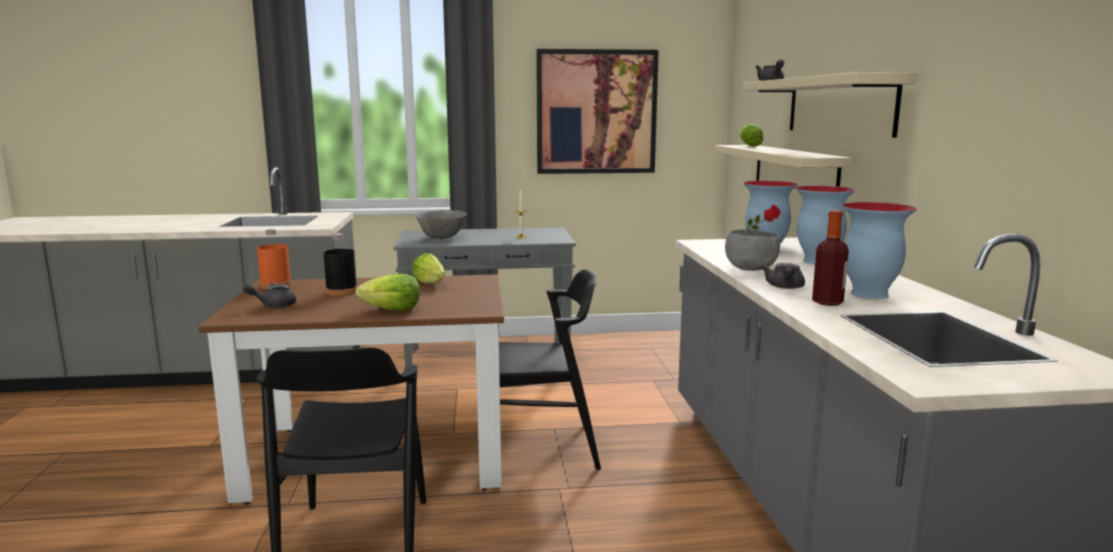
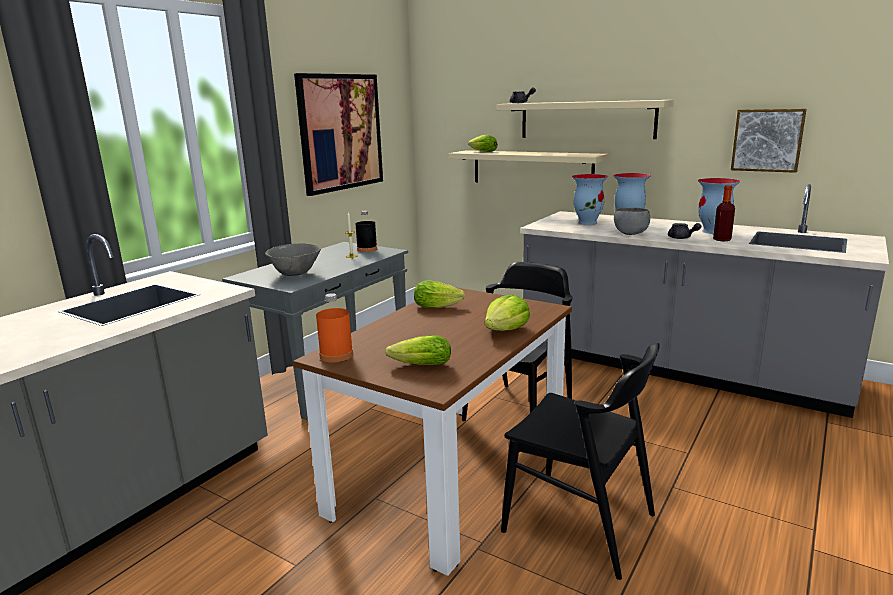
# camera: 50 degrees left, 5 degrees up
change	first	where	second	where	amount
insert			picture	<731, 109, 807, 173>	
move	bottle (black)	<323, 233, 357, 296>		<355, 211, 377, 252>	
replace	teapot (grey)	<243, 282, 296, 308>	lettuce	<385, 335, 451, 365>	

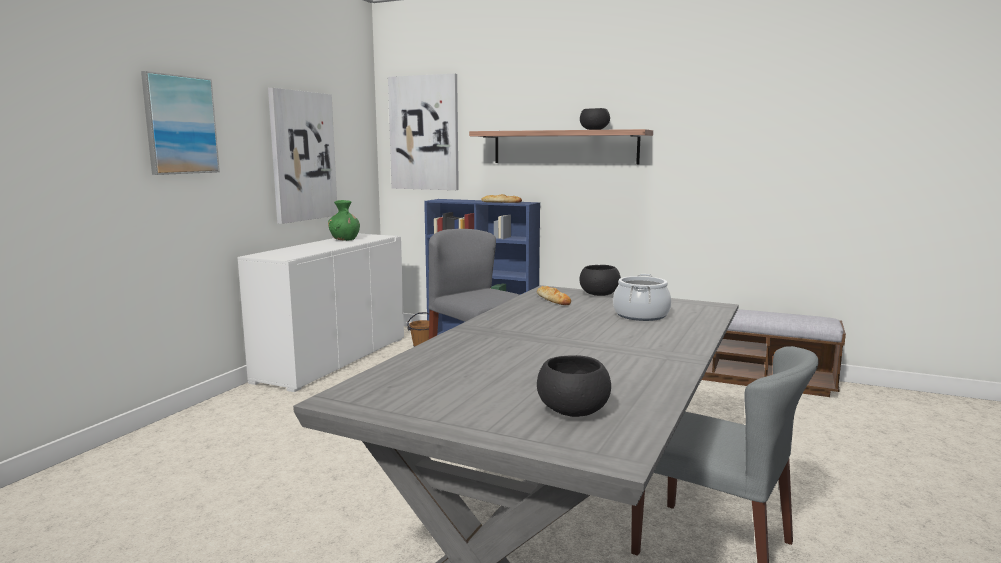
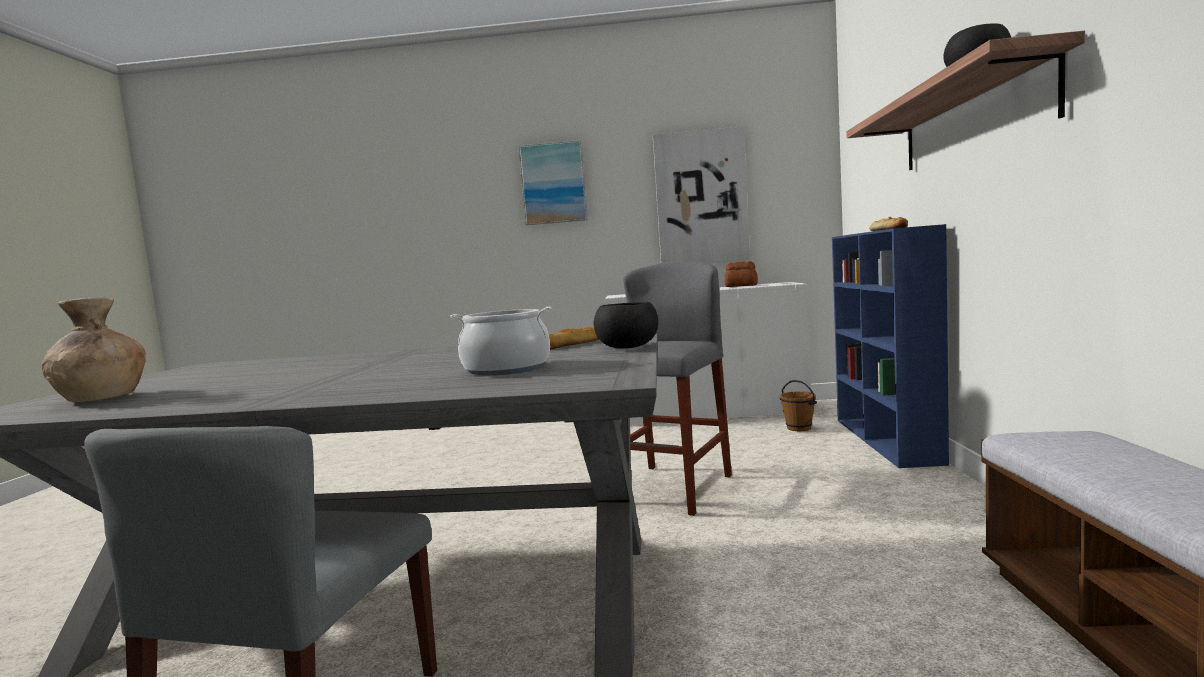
# camera: 70 degrees right, 5 degrees down
change	first	where	second	where	amount
delete	picture	<388, 73, 459, 190>			
replace	vase (green)	<328, 200, 360, 241>	bread	<725, 261, 758, 287>	
replace	bowl (black)	<537, 355, 611, 417>	vase (brown)	<41, 298, 146, 402>	

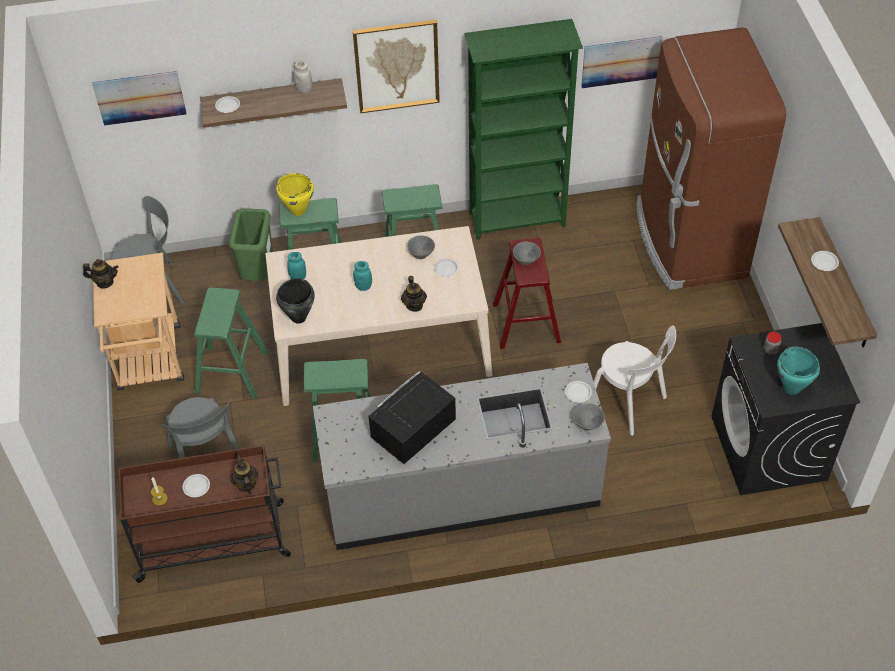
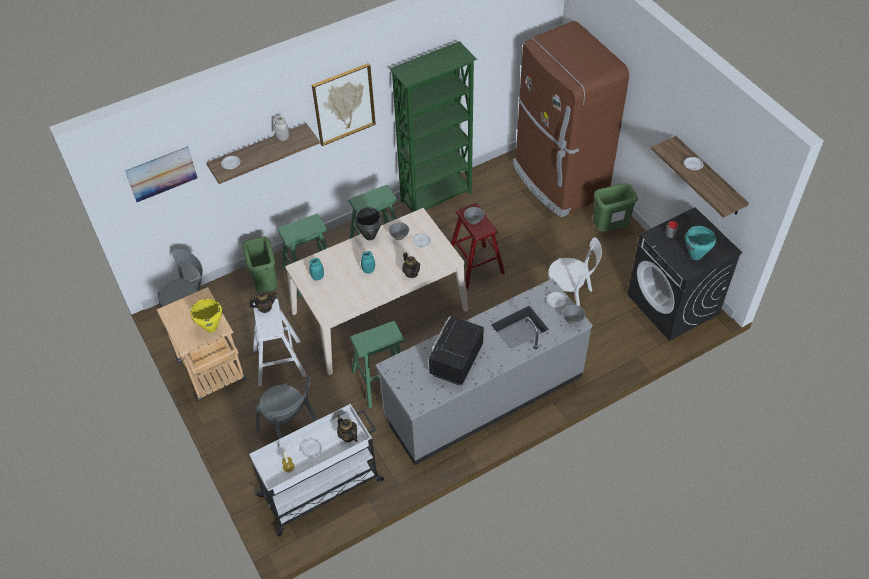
# camera: 20 degrees left, 0 degrees up
change	first	where	second	where	amount
delete	picture	<582, 36, 663, 88>			
insert			trash can (green)	<593, 183, 638, 232>	
move	teapot	<83, 259, 118, 289>		<249, 291, 277, 313>	
move	cooking pot (yellow)	<276, 173, 314, 216>		<190, 299, 222, 333>	
move	cooking pot (black)	<276, 278, 315, 324>		<355, 207, 382, 240>	
recolor	cart (brown)	<118, 445, 291, 583>	cart (white)	<249, 404, 384, 536>	
recolor	stool (green)	<194, 288, 268, 399>	stool (white)	<253, 299, 307, 386>	

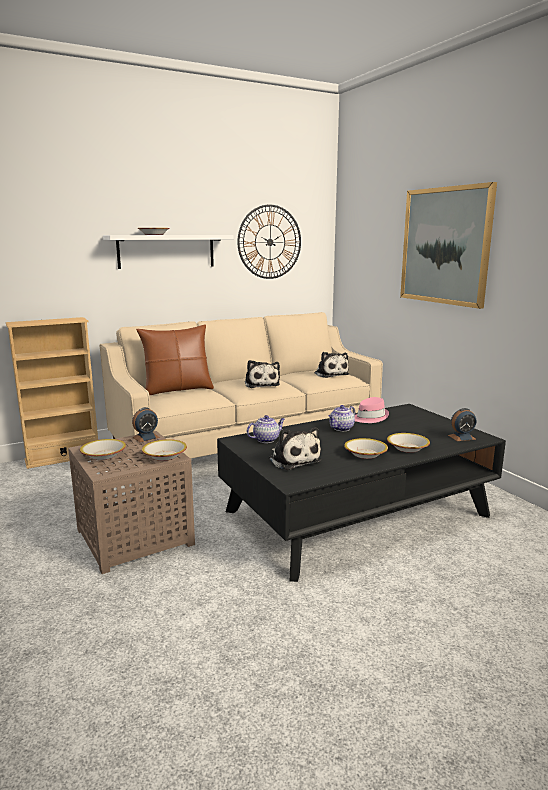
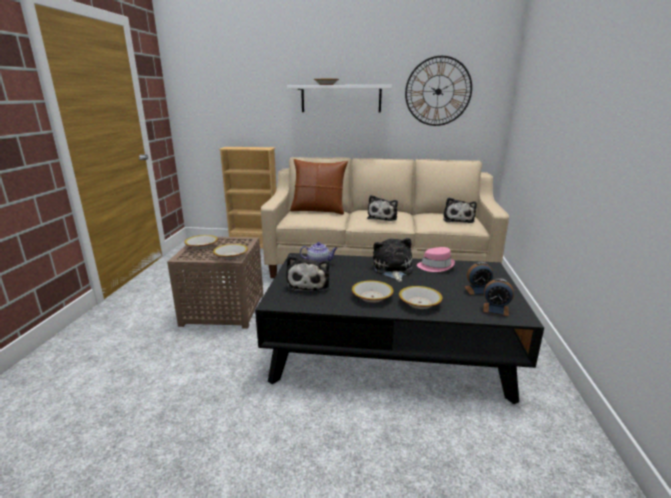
# camera: 35 degrees right, 5 degrees up
change	first	where	second	where	amount
delete	picture	<400, 182, 497, 309>			
move	alarm clock	<132, 407, 160, 442>		<464, 262, 493, 295>	
replace	teapot	<328, 405, 355, 431>	plush toy	<373, 238, 412, 282>	

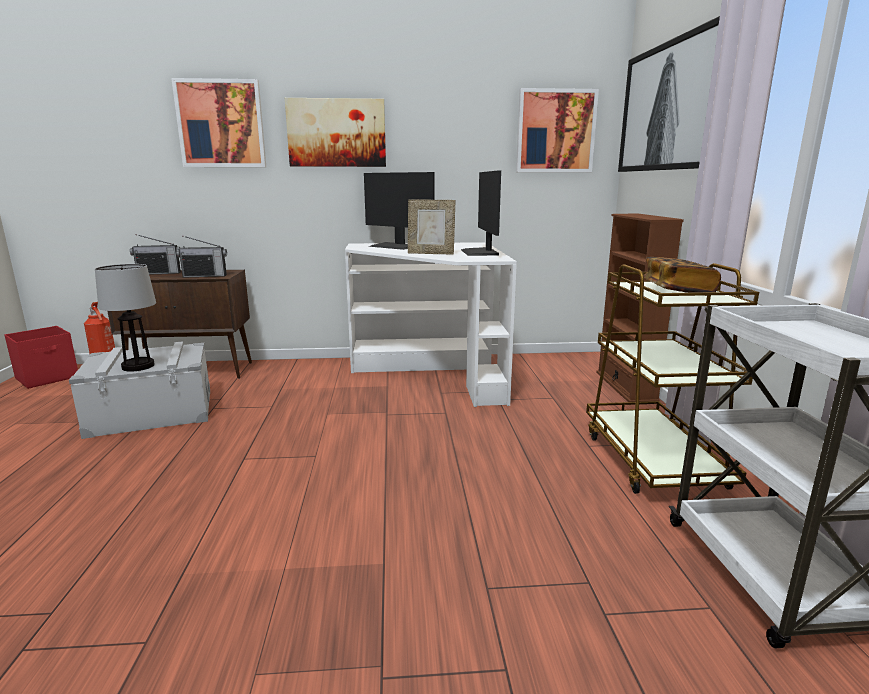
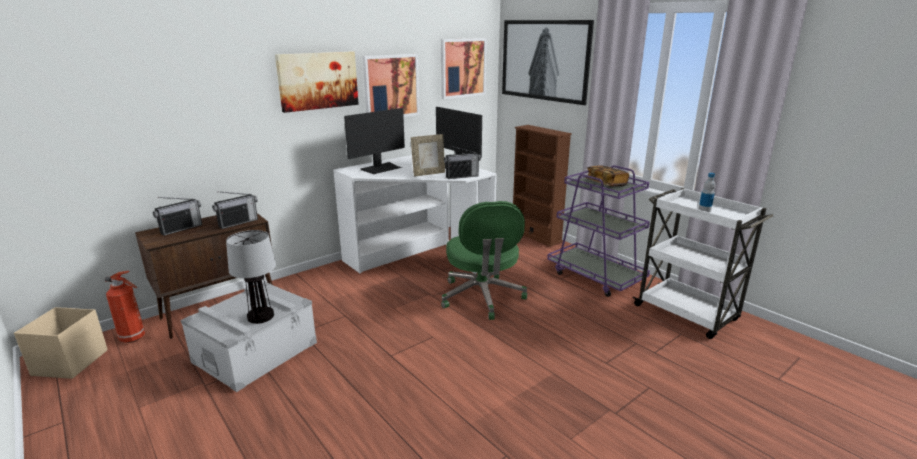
# camera: 35 degrees left, 5 degrees up
change	first	where	second	where	amount
insert			office chair (green)	<441, 201, 527, 320>	
insert			radio	<444, 146, 481, 179>	
insert			bottle	<698, 173, 715, 212>	
move	picture	<171, 78, 266, 167>		<363, 54, 420, 117>	
recolor	storage box (red)	<4, 326, 78, 389>	storage box (beige)	<14, 307, 108, 379>	
recolor	cart (brown)	<586, 263, 759, 494>	cart (purple)	<547, 165, 650, 297>	
rotate	monitor	<364, 172, 435, 250>		<344, 108, 405, 174>	45 degrees counterclockwise

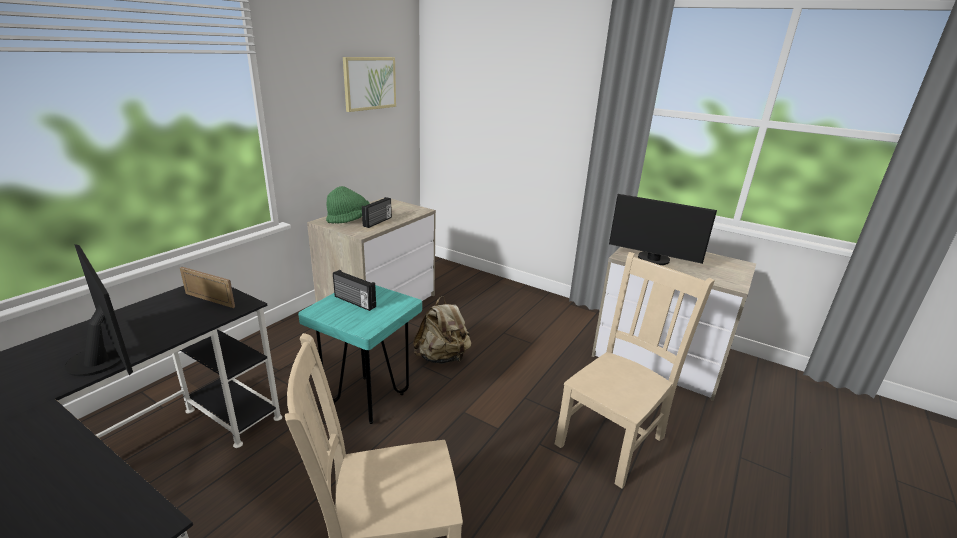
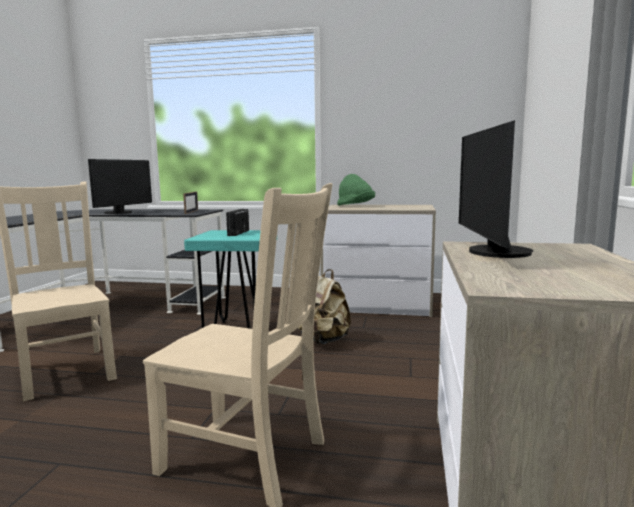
# camera: 70 degrees right, 15 degrees down
change	first	where	second	where	amount
delete	picture	<343, 57, 396, 112>			
delete	radio	<362, 197, 392, 228>			

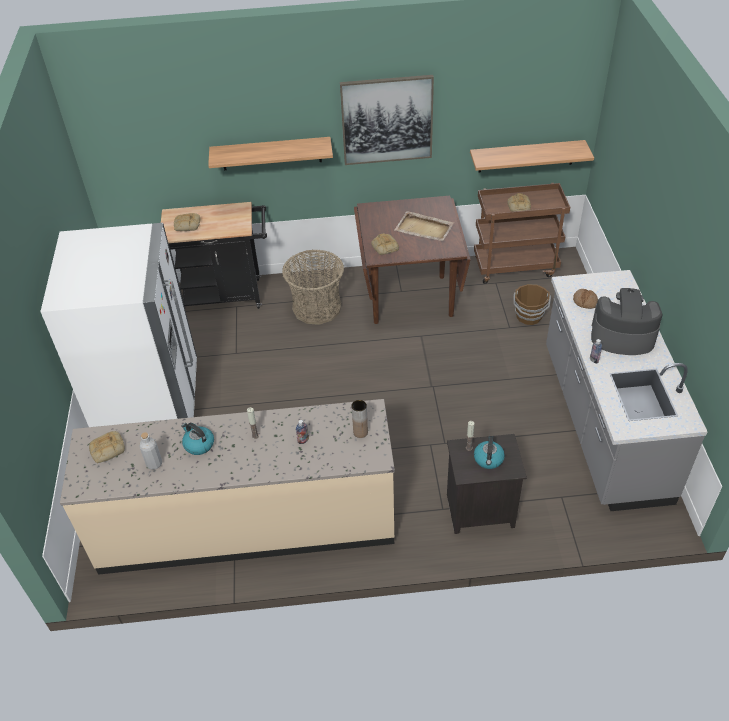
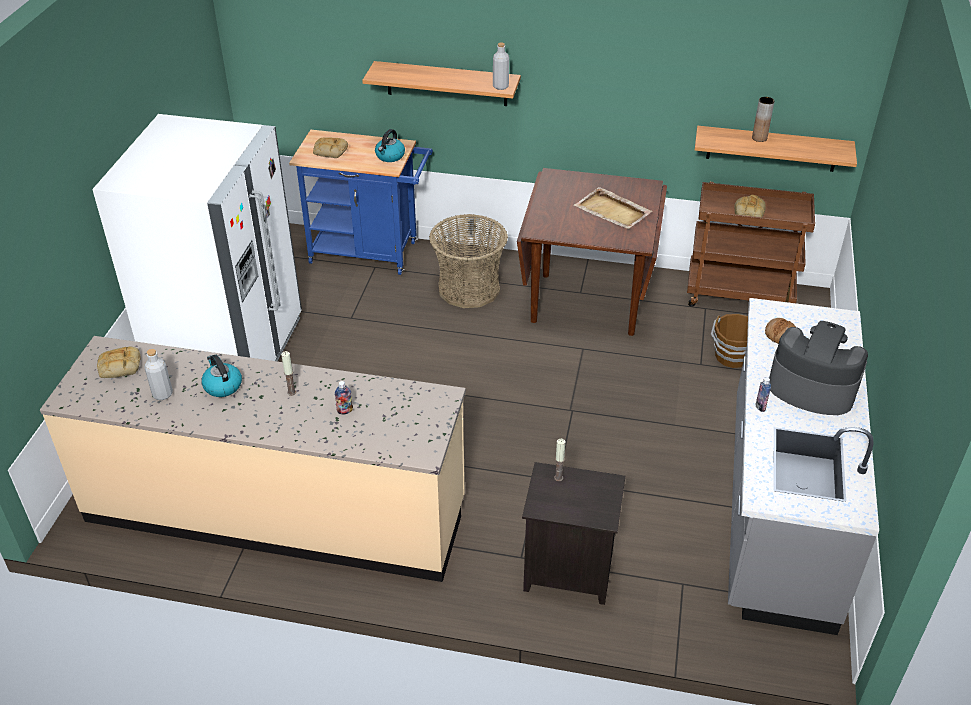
# camera: 15 degrees right, 5 degrees down
change	first	where	second	where	amount
delete	picture	<340, 75, 434, 165>			
delete	bread	<371, 233, 399, 255>			
insert			bottle (grey)	<493, 42, 509, 90>	
move	vase (brown)	<351, 400, 368, 438>		<752, 97, 775, 142>	
move	kettle	<474, 436, 505, 469>		<375, 129, 405, 162>	
recolor	cart (black)	<161, 202, 267, 309>	cart (blue)	<289, 130, 433, 275>	

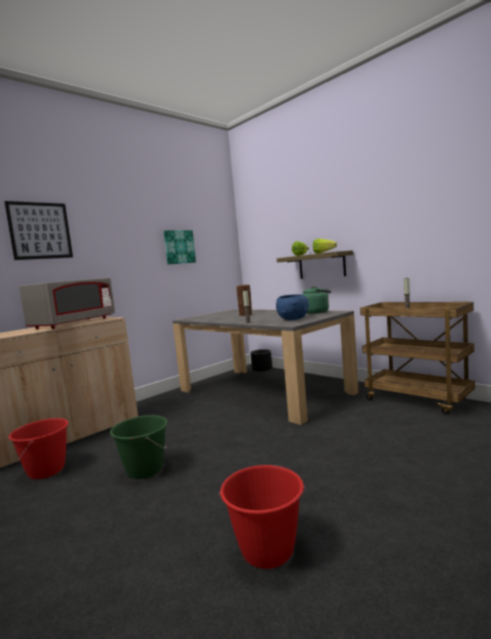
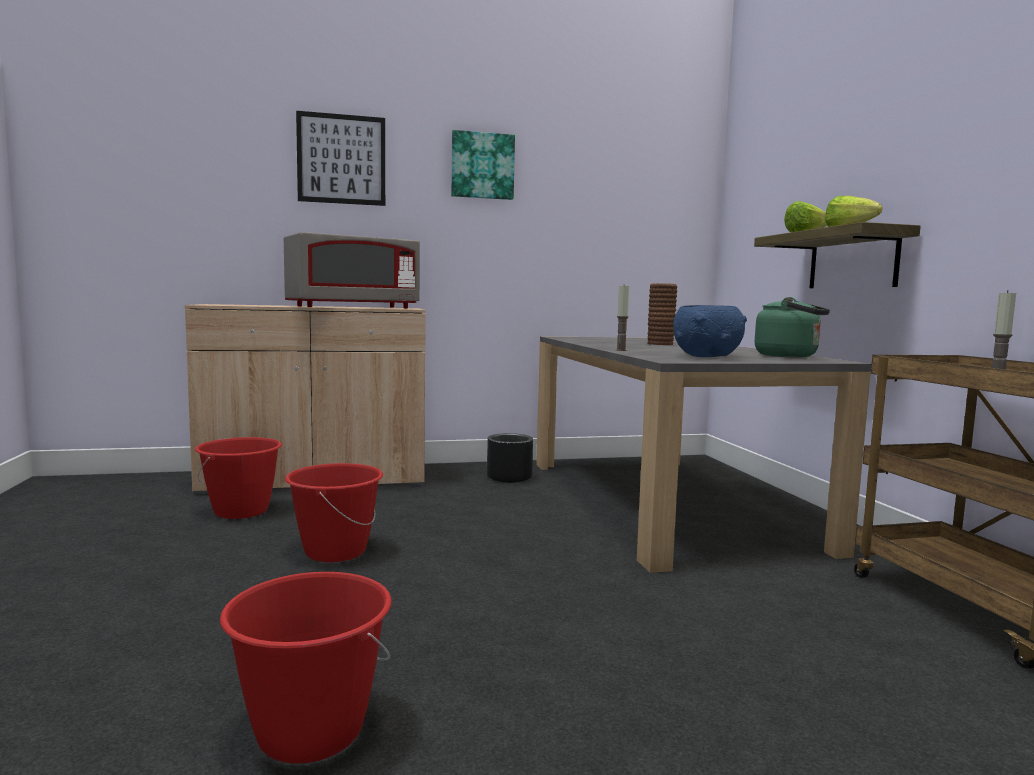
# camera: 30 degrees right, 0 degrees up
change	first	where	second	where	amount
move	picture	<164, 230, 196, 264>		<451, 130, 515, 200>	
move	planter (black)	<250, 349, 272, 372>		<487, 433, 533, 483>	
recolor	bucket (green)	<110, 415, 168, 479>	bucket (red)	<285, 463, 383, 562>	

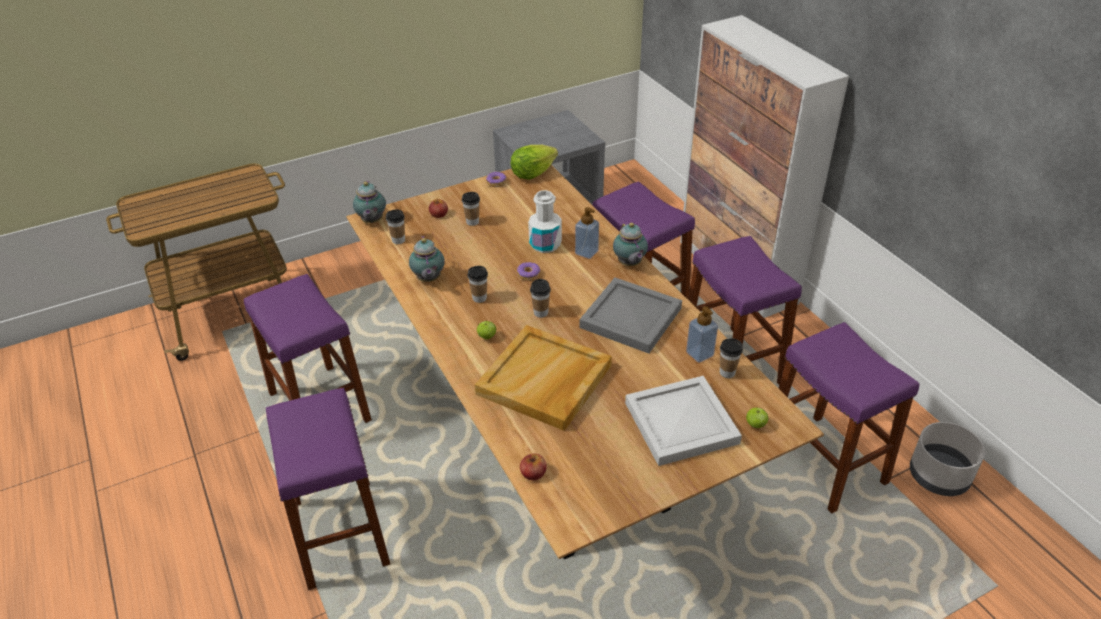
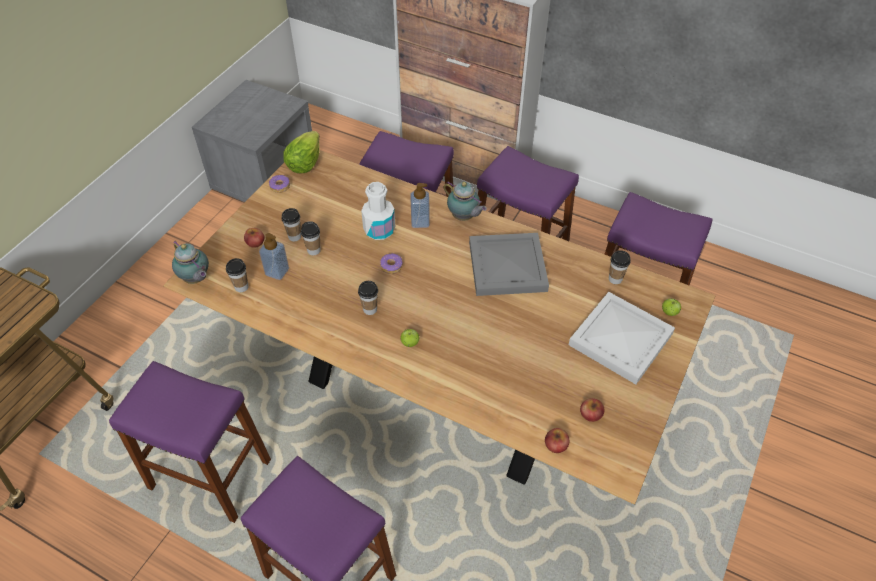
# camera: 35 degrees left, 10 degrees up
change	first	where	second	where	amount
delete	teapot	<409, 236, 445, 282>			
delete	tray (beige)	<475, 325, 612, 431>			
delete	planter (grey)	<910, 422, 985, 496>			
insert			apple	<580, 398, 604, 422>	
move	cup	<530, 279, 551, 318>		<301, 221, 321, 255>	
move	soap dispenser	<686, 306, 718, 363>		<259, 233, 289, 280>	

